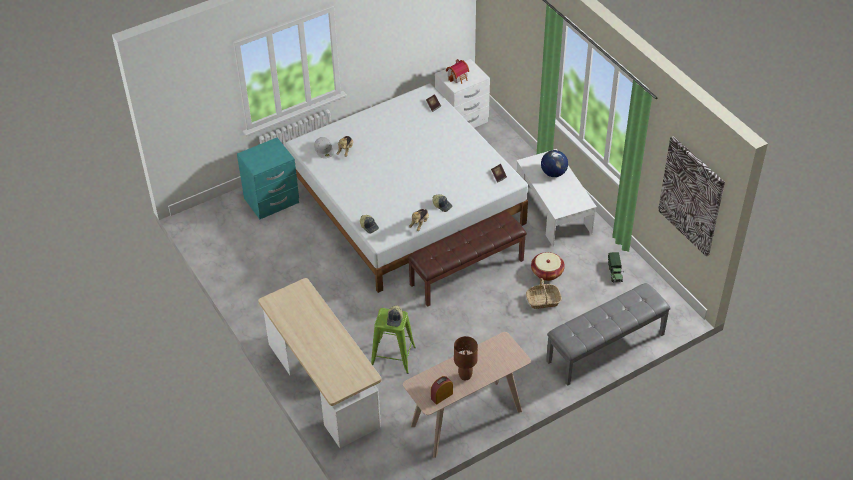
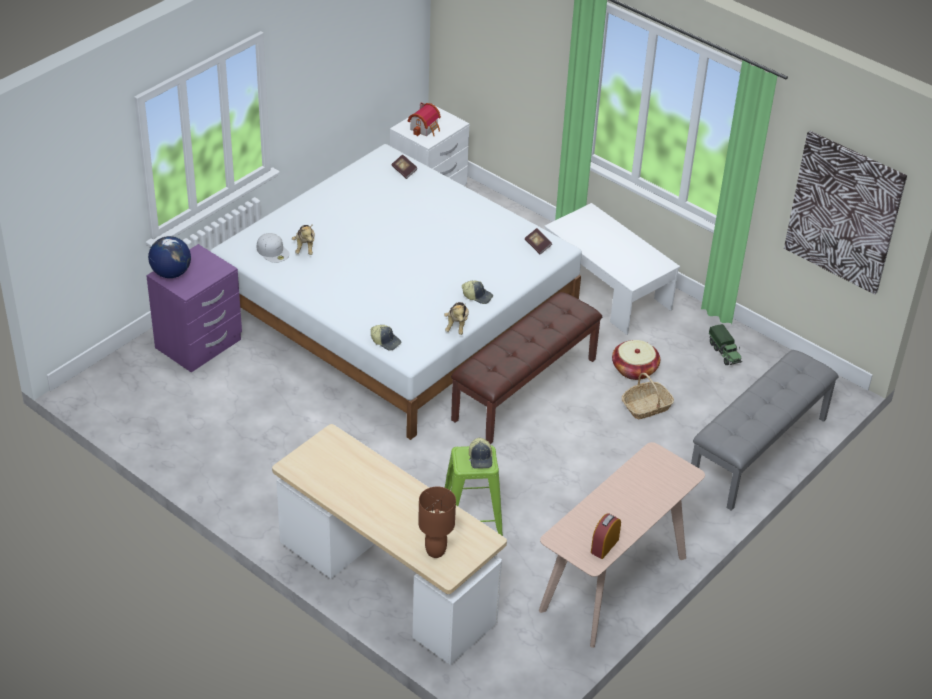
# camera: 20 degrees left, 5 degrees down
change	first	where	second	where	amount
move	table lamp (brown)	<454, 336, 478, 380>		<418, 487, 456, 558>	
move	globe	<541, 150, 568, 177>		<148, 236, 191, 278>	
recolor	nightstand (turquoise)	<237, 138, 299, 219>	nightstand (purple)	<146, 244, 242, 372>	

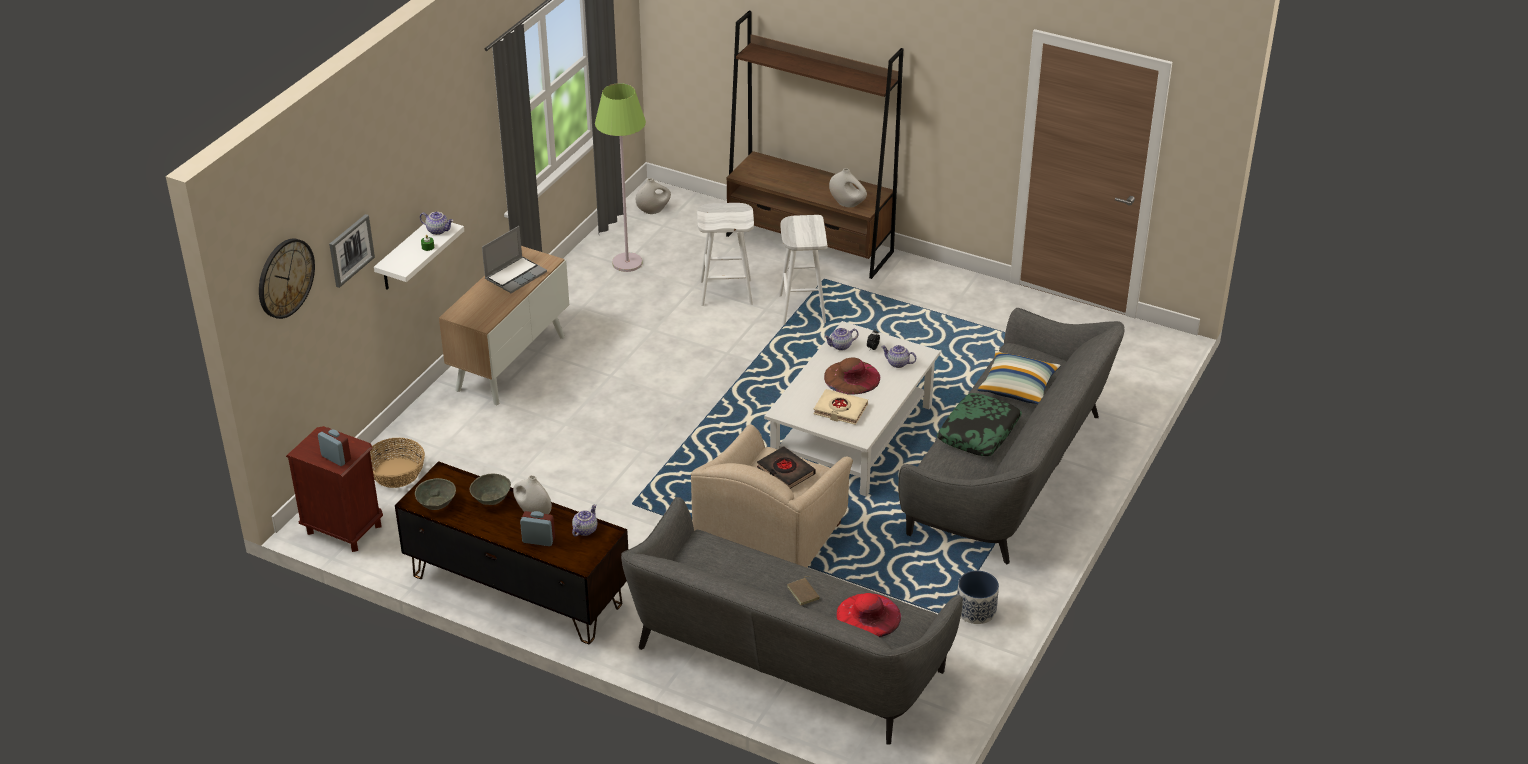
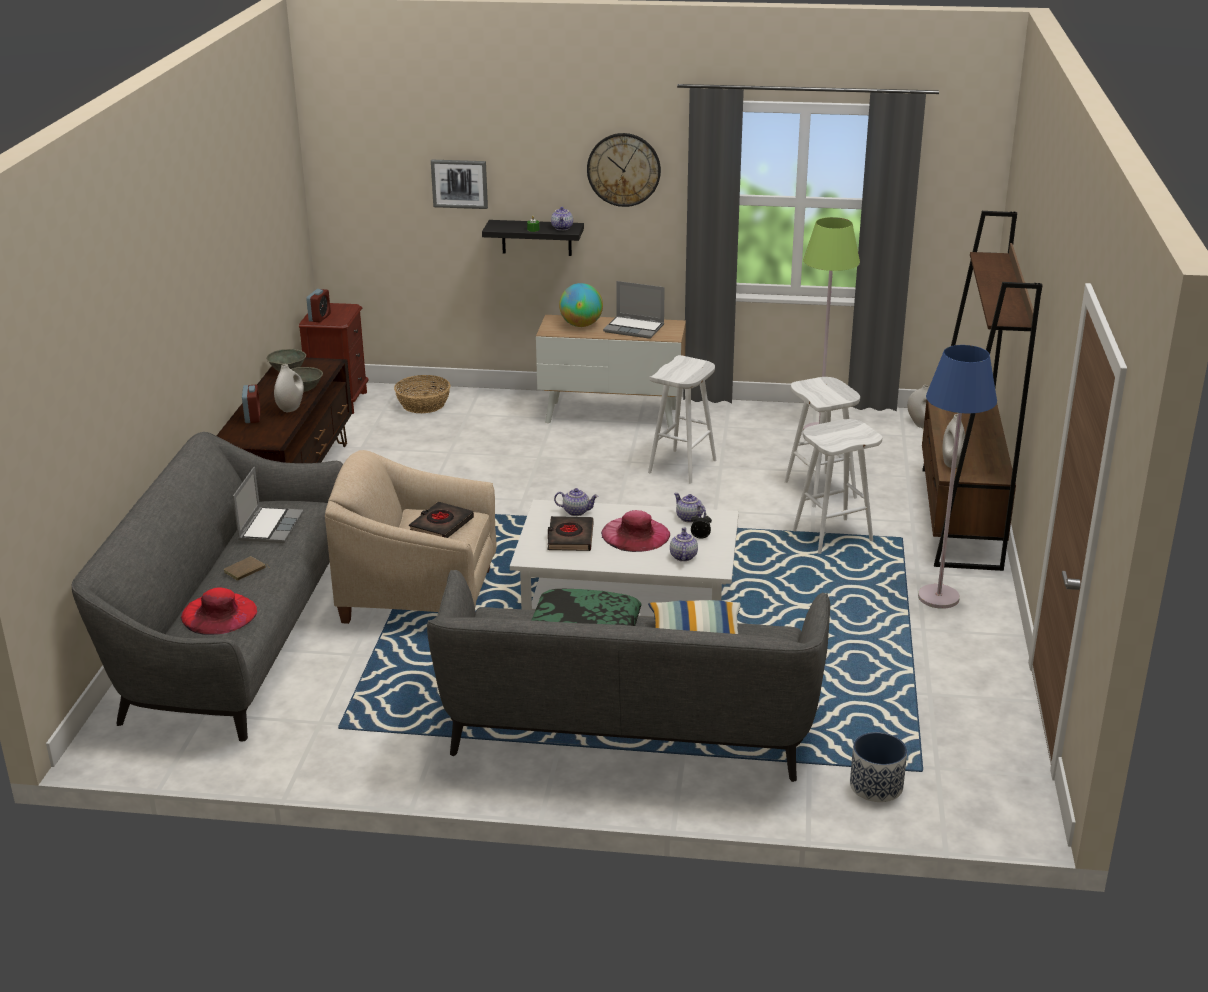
# camera: 70 degrees right, 10 degrees down
change	first	where	second	where	amount
insert			laptop	<233, 467, 304, 543>	
insert			globe	<559, 283, 603, 327>	
insert			stool (white)	<648, 355, 717, 484>	
insert			floor lamp (blue)	<918, 345, 997, 609>	
move	wall clock	<259, 239, 315, 319>		<587, 133, 661, 207>	
move	teapot	<572, 504, 597, 537>		<554, 488, 598, 516>	
move	planter	<957, 570, 999, 624>		<850, 732, 907, 802>	
recolor	shelf (white)	<374, 222, 464, 290>	shelf (black)	<482, 220, 584, 256>	
recolor	book (beige)	<813, 389, 868, 425>	book (black)	<548, 516, 593, 551>	
recolor	hat (brown)	<824, 358, 880, 395>	hat (pink)	<601, 510, 670, 552>	

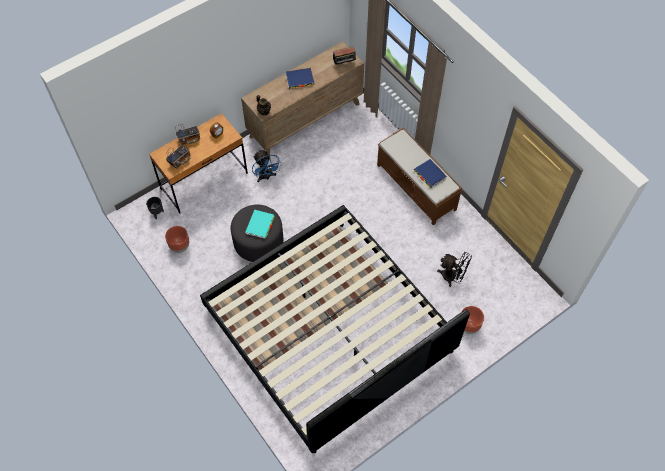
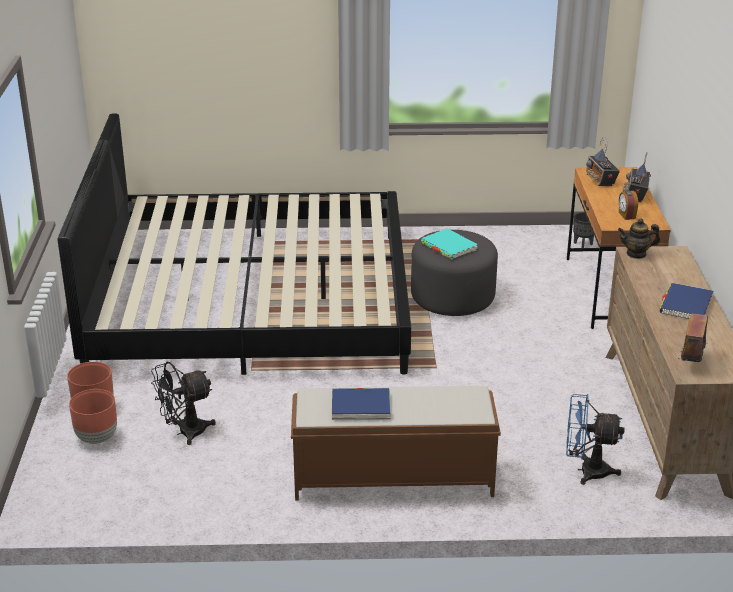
# camera: 125 degrees right, 30 degrees down
change	first	where	second	where	amount
move	planter (brown)	<165, 226, 189, 253>		<69, 389, 117, 444>	
move	fan (blue)	<252, 150, 282, 182>		<566, 394, 625, 485>	

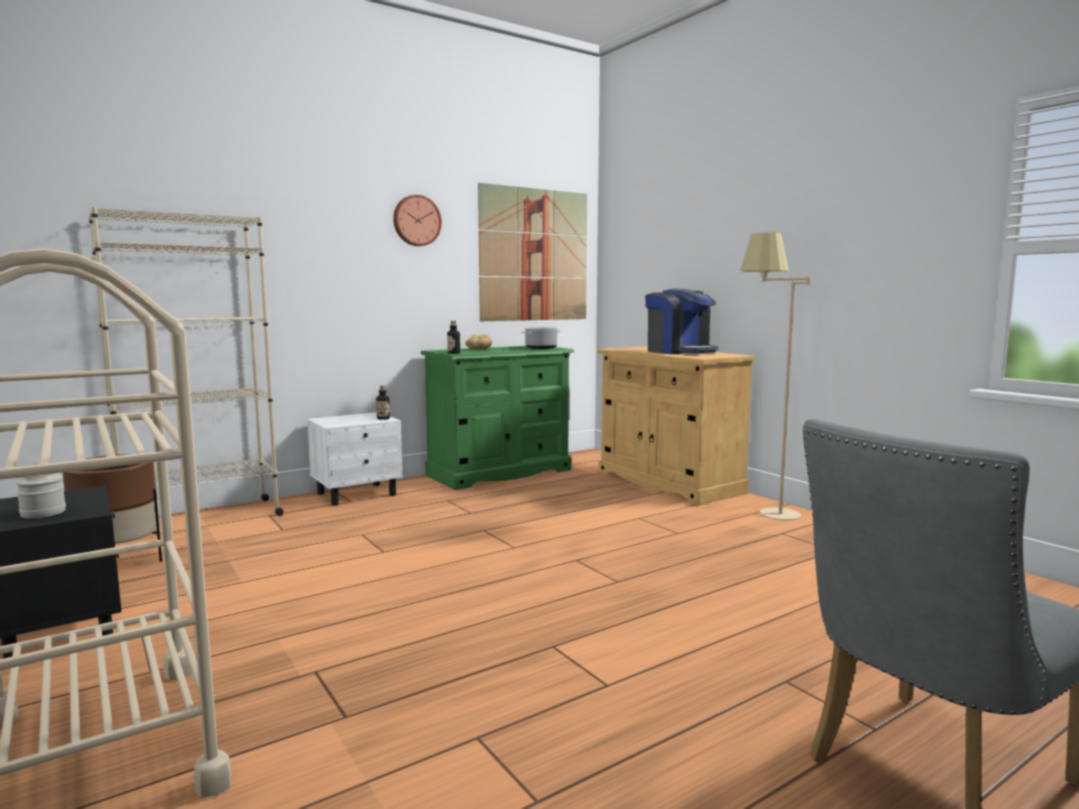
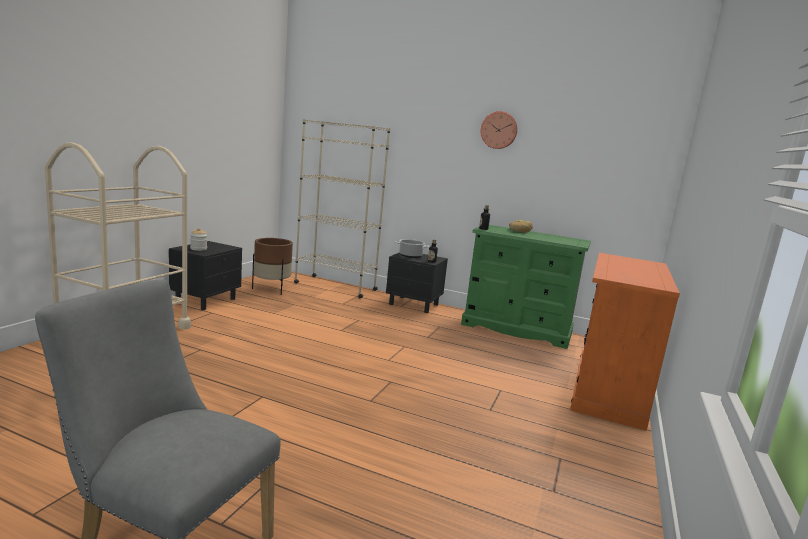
# camera: 55 degrees right, 5 degrees up
change	first	where	second	where	amount
delete	picture	<478, 183, 587, 321>			
delete	coffee machine	<645, 289, 719, 354>			
delete	floor lamp (beige)	<740, 232, 811, 520>			
move	cooking pot	<521, 327, 561, 349>		<395, 239, 430, 258>	
recolor	nightstand (white)	<307, 412, 403, 506>	nightstand (black)	<386, 253, 448, 313>	
recolor	cabinet (beige)	<597, 346, 755, 505>	cabinet (orange)	<570, 253, 680, 431>	

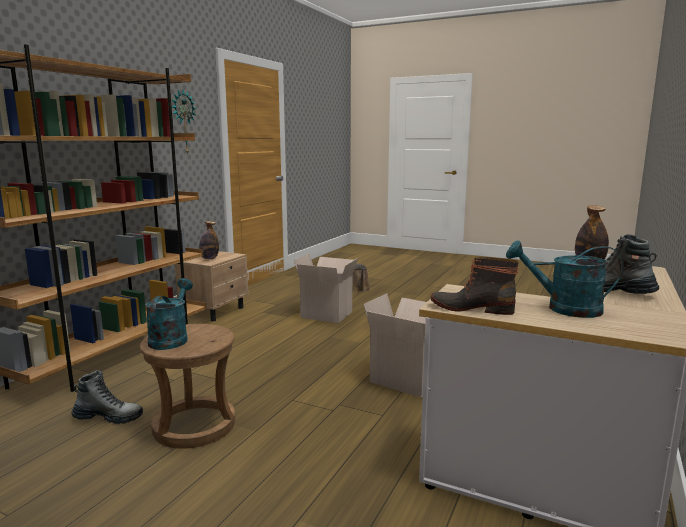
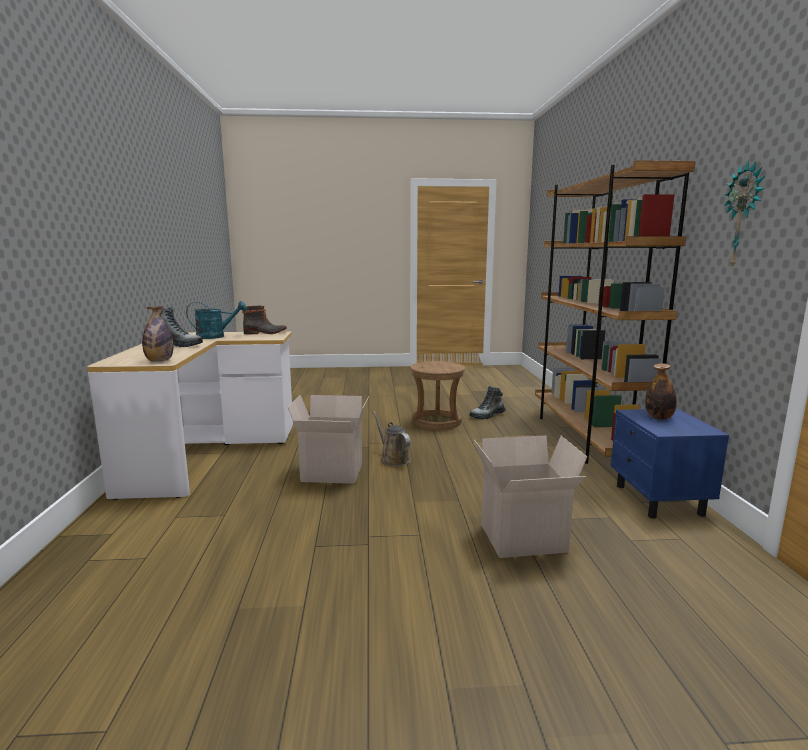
# camera: 150 degrees right, 0 degrees up
change	first	where	second	where	amount
delete	watering can (turquoise)	<146, 278, 193, 350>			
move	watering can (brown)	<352, 264, 371, 292>		<373, 411, 411, 466>	
recolor	nightstand (beige)	<174, 251, 248, 322>	nightstand (blue)	<611, 409, 729, 519>	

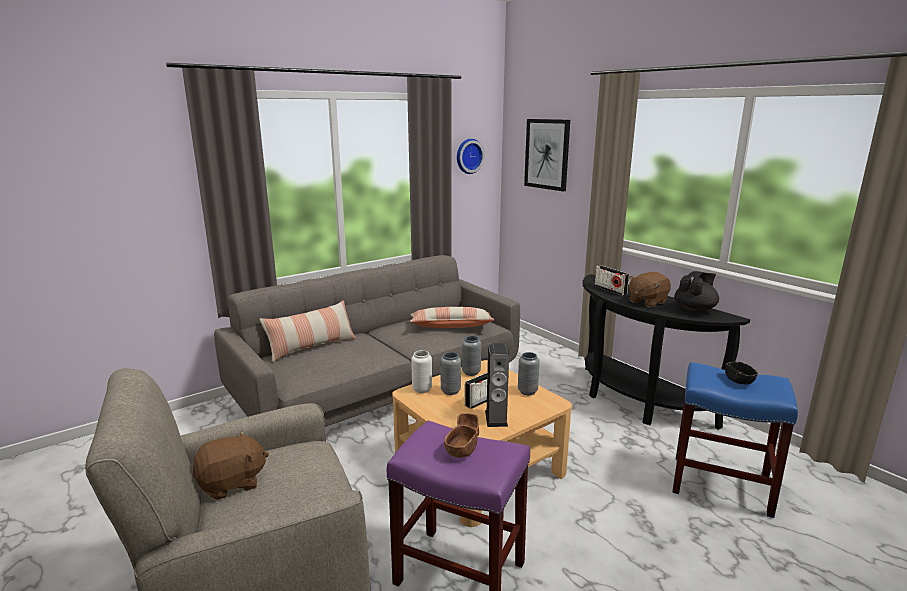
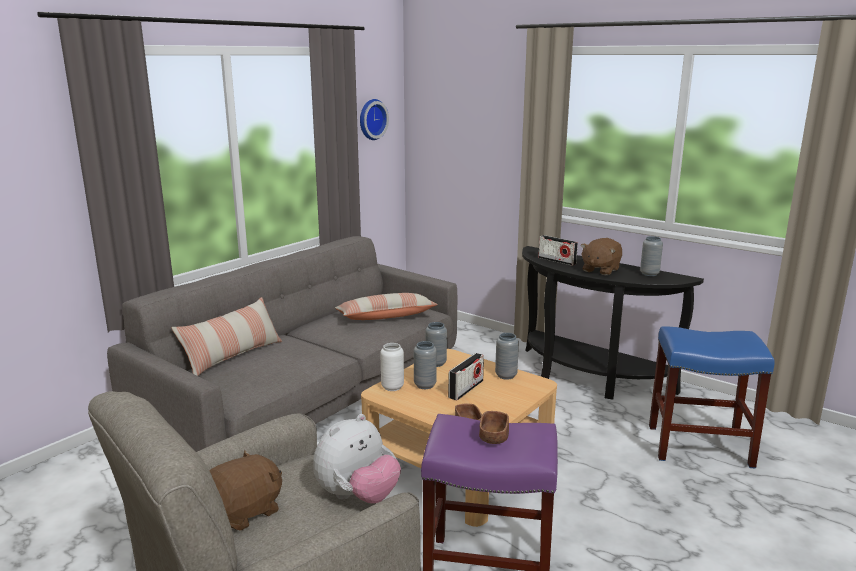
# camera: 15 degrees left, 0 degrees up
change	first	where	second	where	amount
delete	speaker	<485, 343, 509, 427>			
delete	picture	<524, 119, 570, 192>			
delete	bowl (black)	<725, 362, 758, 385>			
insert			plush toy	<313, 414, 401, 504>	
replace	teapot (black)	<674, 271, 719, 312>	vase (grey)	<640, 236, 663, 276>	

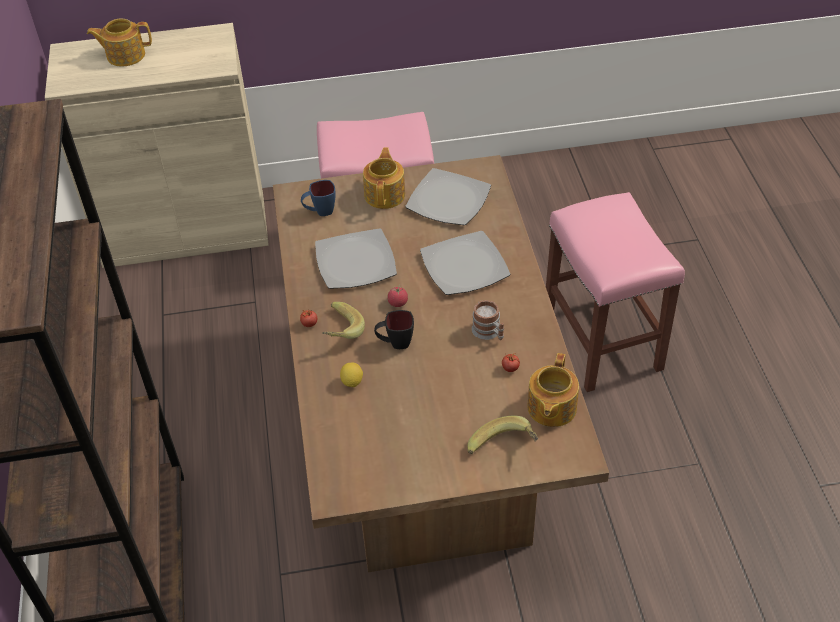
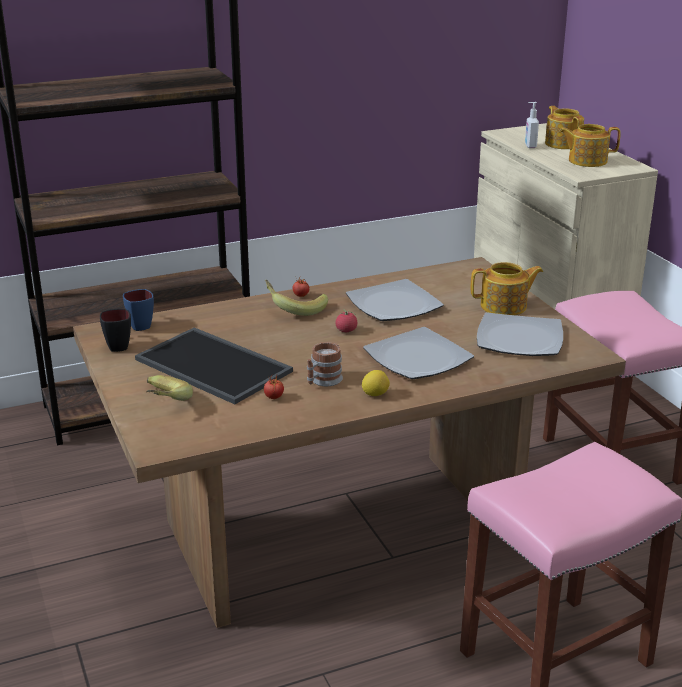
# camera: 75 degrees right, 20 degrees down
change	first	where	second	where	amount
insert			tray	<135, 327, 293, 404>	
insert			soap dispenser	<525, 102, 539, 148>	
move	mug (blue)	<301, 180, 335, 216>		<123, 289, 154, 331>	
move	lemon	<340, 363, 363, 387>		<362, 370, 390, 396>	
move	mug (black)	<374, 310, 414, 349>		<100, 309, 131, 352>	
move	teapot	<527, 353, 579, 427>		<559, 124, 621, 167>	

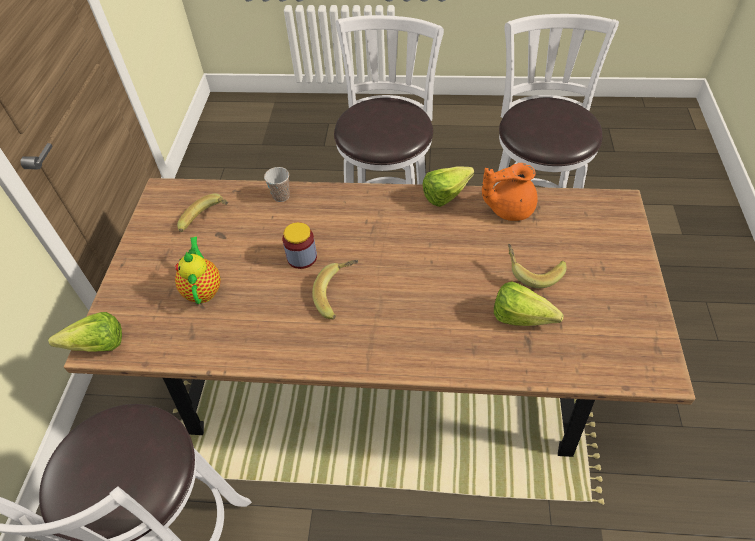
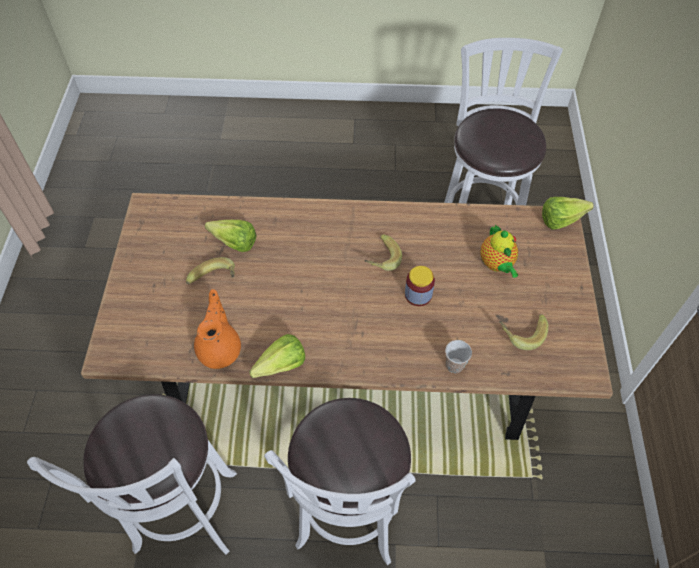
# camera: 175 degrees right, 5 degrees up
change	first	where	second	where	amount
rotate	teapot (orange)	<482, 163, 538, 221>		<194, 289, 241, 369>	75 degrees counterclockwise

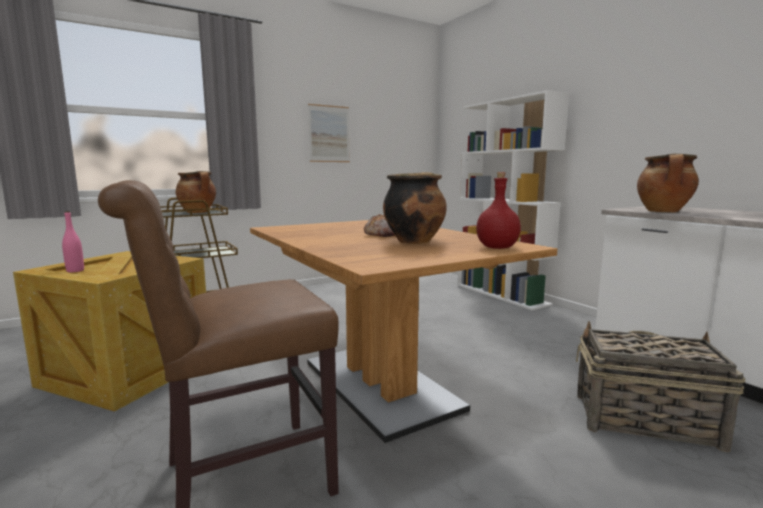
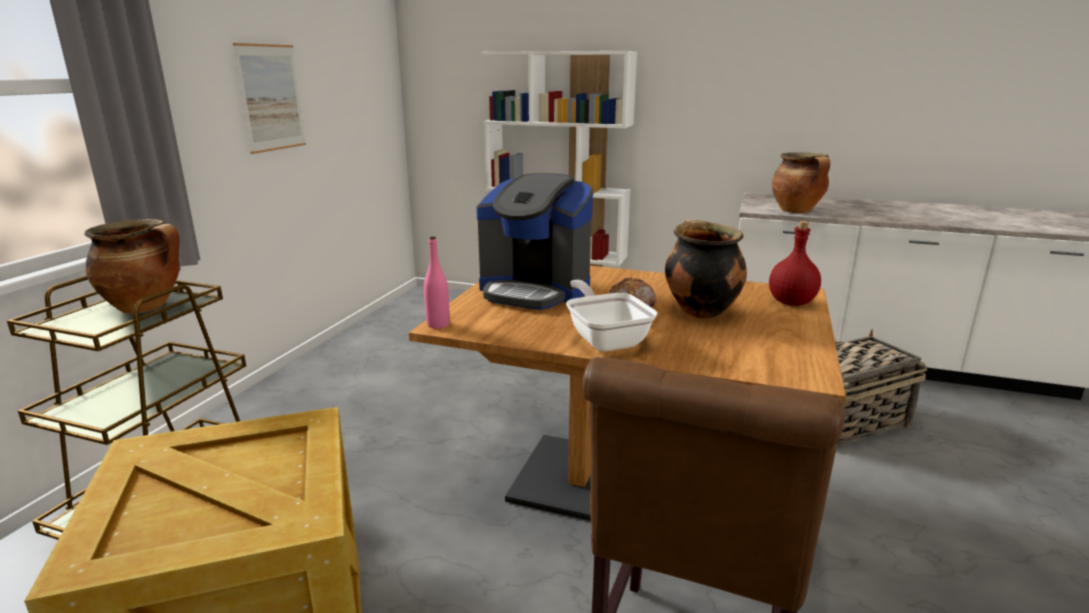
# camera: 40 degrees left, 10 degrees up
change	first	where	second	where	amount
insert			coffee machine	<476, 173, 593, 310>	
insert			frying pan	<566, 280, 657, 352>	
move	bottle (pink)	<62, 211, 84, 272>		<424, 236, 450, 329>	

